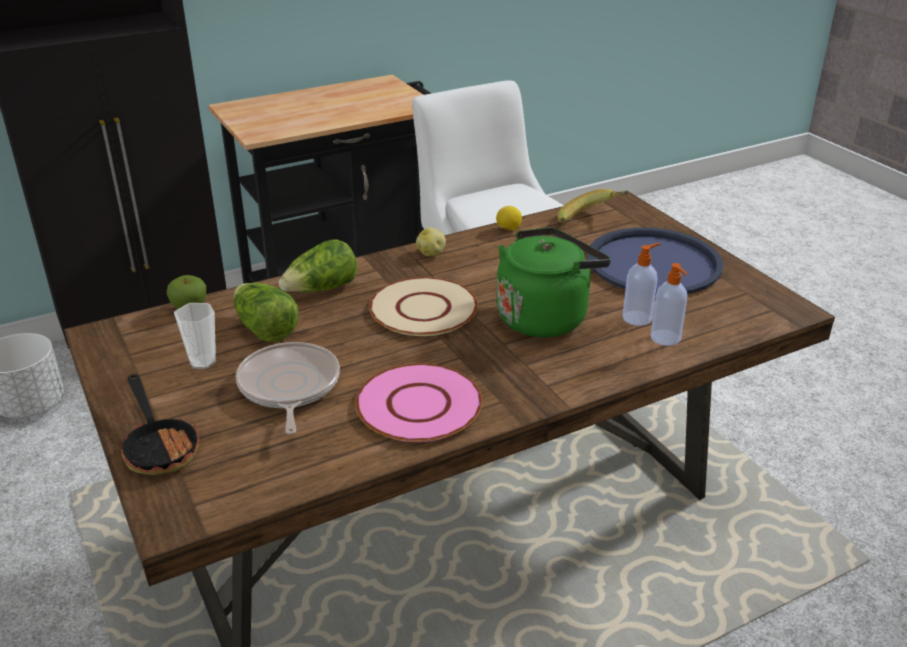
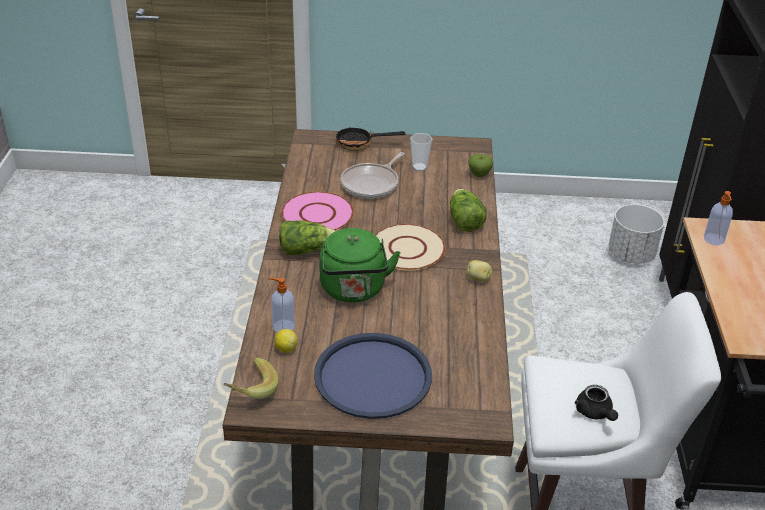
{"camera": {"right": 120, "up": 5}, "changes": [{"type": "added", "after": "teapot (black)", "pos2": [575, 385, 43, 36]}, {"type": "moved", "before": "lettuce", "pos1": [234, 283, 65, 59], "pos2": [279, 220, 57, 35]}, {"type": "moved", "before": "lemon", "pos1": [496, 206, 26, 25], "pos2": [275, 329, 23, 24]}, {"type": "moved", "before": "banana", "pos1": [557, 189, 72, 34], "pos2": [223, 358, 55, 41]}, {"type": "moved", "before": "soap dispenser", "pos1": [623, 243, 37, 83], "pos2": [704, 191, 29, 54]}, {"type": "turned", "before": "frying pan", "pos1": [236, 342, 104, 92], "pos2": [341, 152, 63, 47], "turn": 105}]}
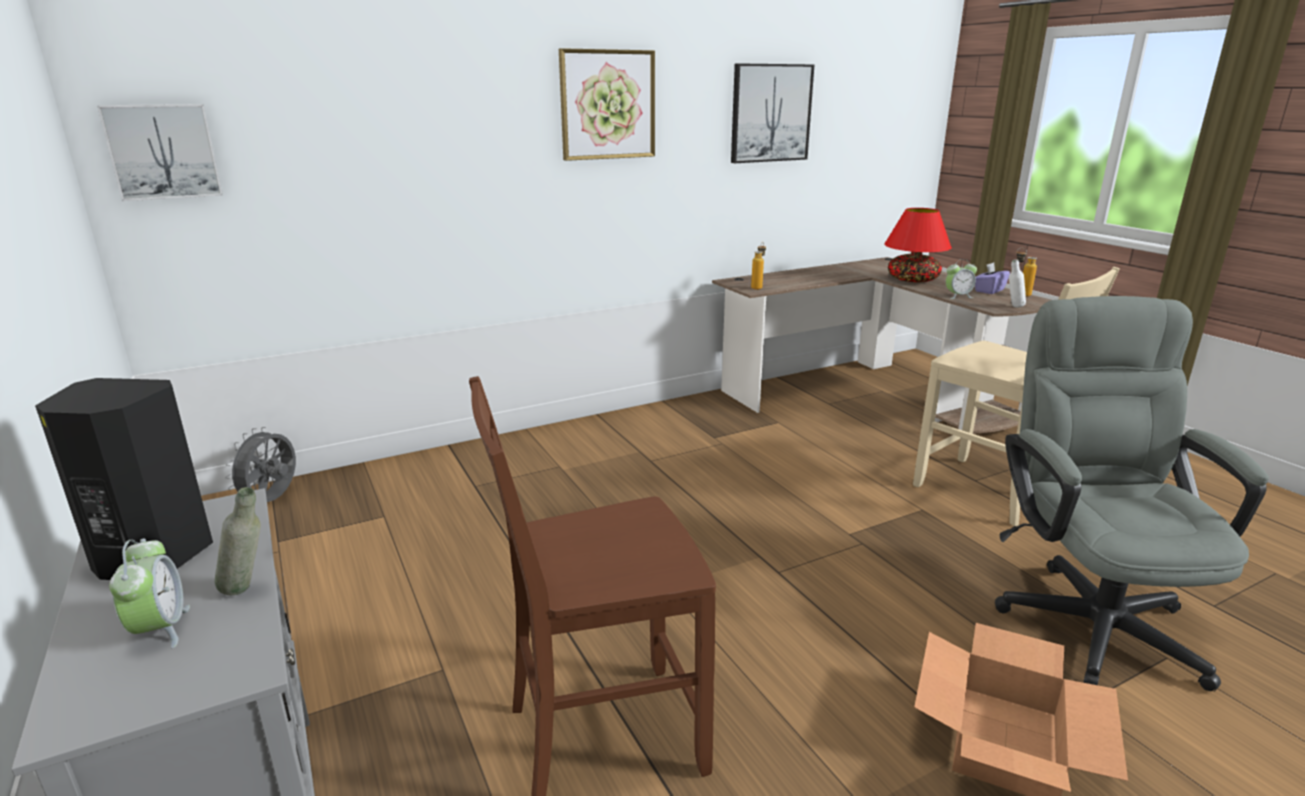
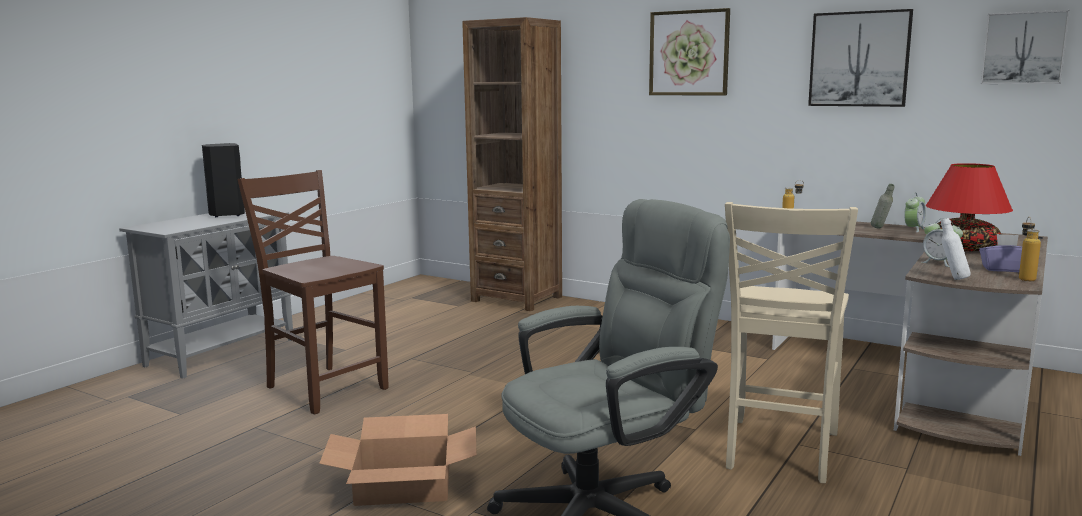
{"camera": {"right": 60, "up": -10}, "changes": [{"type": "removed", "before": "fan (grey)", "pos1": [225, 427, 71, 75]}, {"type": "added", "after": "bookcase (brown)", "pos2": [462, 17, 100, 294]}, {"type": "moved", "before": "picture", "pos1": [97, 104, 126, 97], "pos2": [981, 10, 89, 74]}, {"type": "moved", "before": "alarm clock", "pos1": [109, 539, 81, 109], "pos2": [904, 193, 22, 39]}, {"type": "moved", "before": "bottle (grey)", "pos1": [215, 487, 46, 108], "pos2": [871, 184, 23, 44]}]}
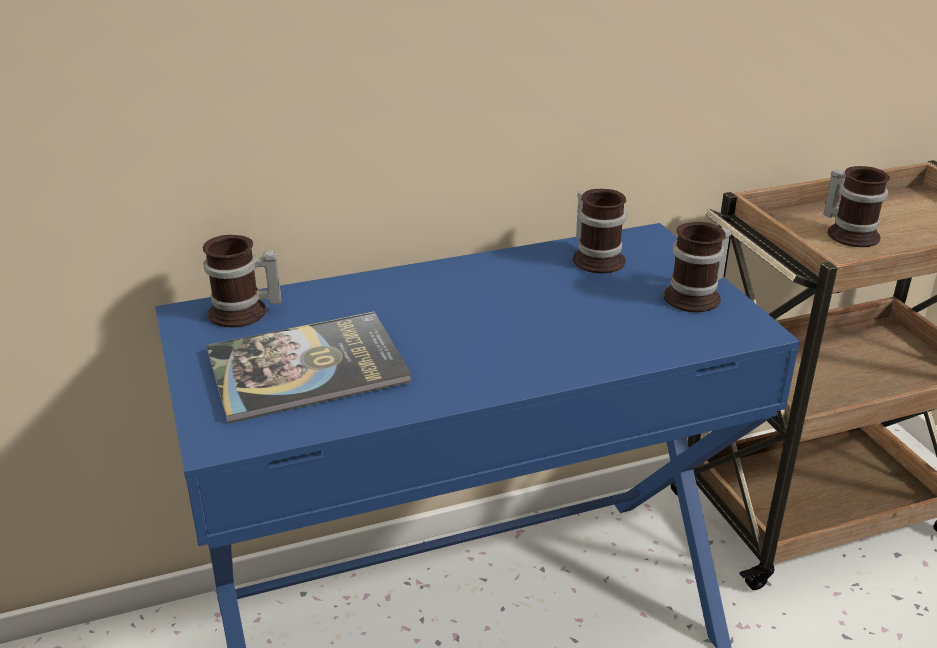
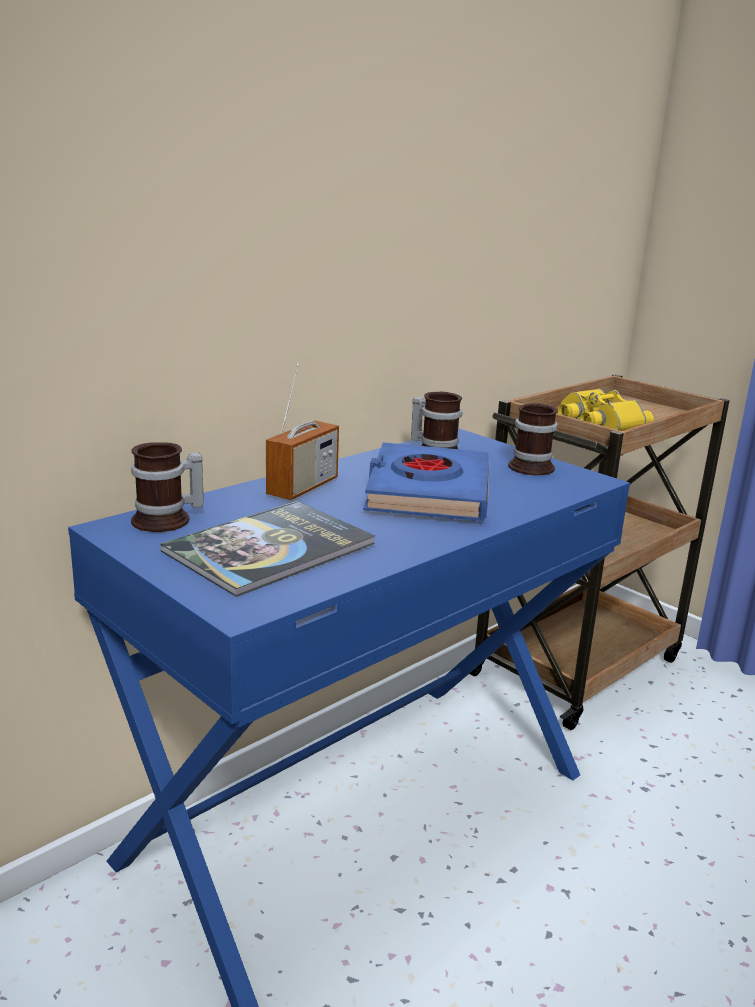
{"camera": {"right": -25, "up": -10}, "changes": [{"type": "added", "after": "radio", "pos2": [266, 363, 73, 137]}, {"type": "added", "after": "book (blue)", "pos2": [363, 442, 127, 79]}, {"type": "replaced", "before": "mug", "after": "binoculars (yellow)", "pos1": [824, 166, 66, 81], "pos2": [558, 389, 96, 42]}]}
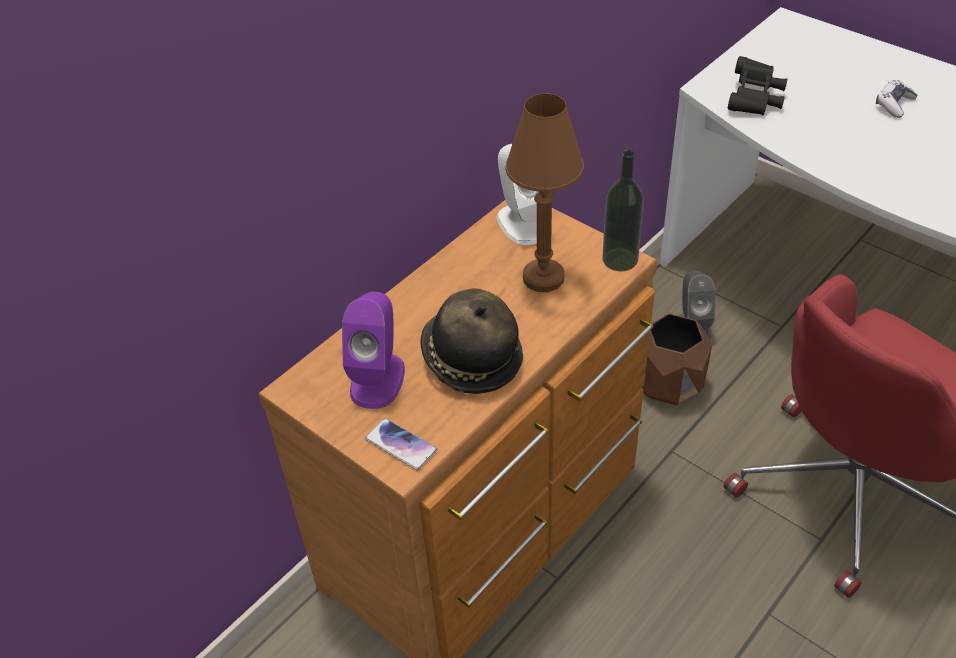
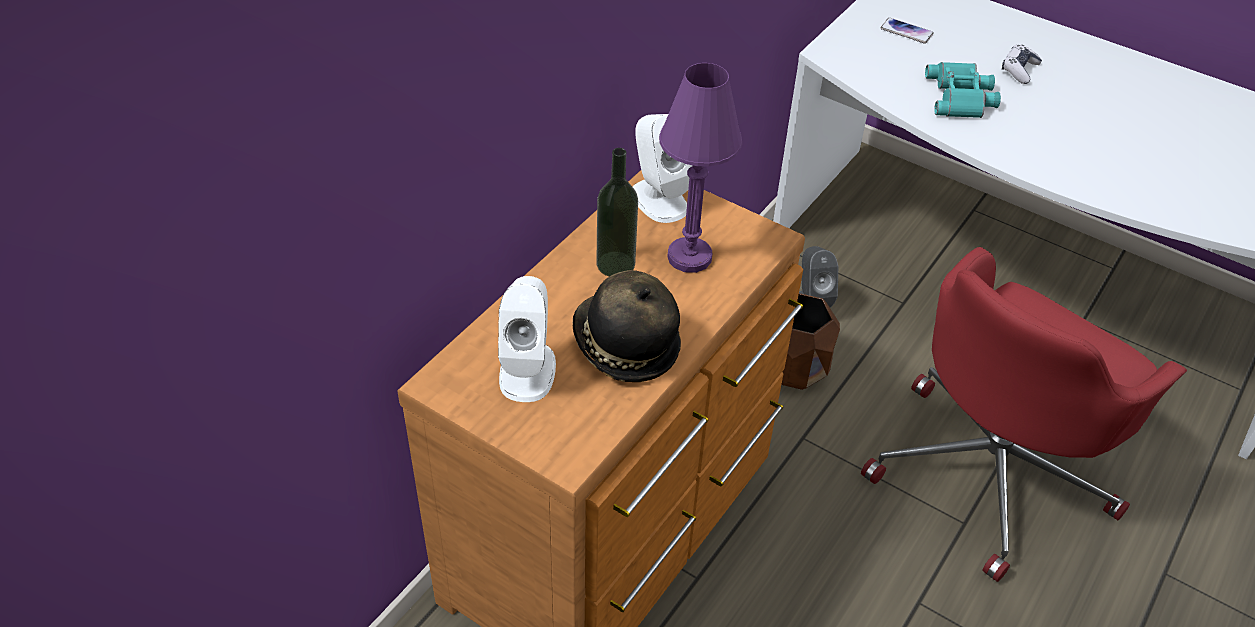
{"camera": {"right": -10, "up": 0}, "changes": [{"type": "removed", "before": "binoculars (black)", "pos1": [728, 56, 59, 59]}, {"type": "added", "after": "binoculars (turquoise)", "pos2": [925, 62, 76, 56]}, {"type": "moved", "before": "phone", "pos1": [365, 418, 72, 53], "pos2": [881, 18, 53, 26]}, {"type": "moved", "before": "bottle", "pos1": [602, 150, 42, 121], "pos2": [596, 148, 42, 129]}, {"type": "recoloured", "before": "speaker (purple)", "after": "speaker (white)", "pos1": [342, 292, 63, 117], "pos2": [498, 276, 58, 126]}, {"type": "recoloured", "before": "table lamp (brown)", "after": "table lamp (purple)", "pos1": [505, 93, 79, 199], "pos2": [659, 63, 83, 210]}]}
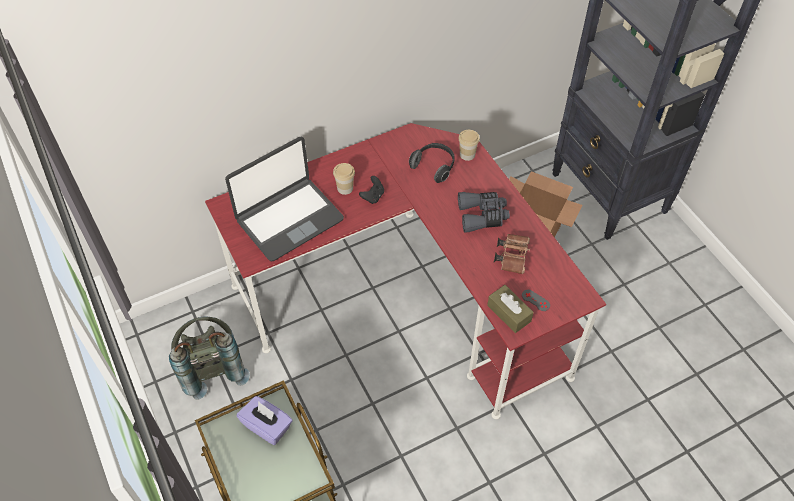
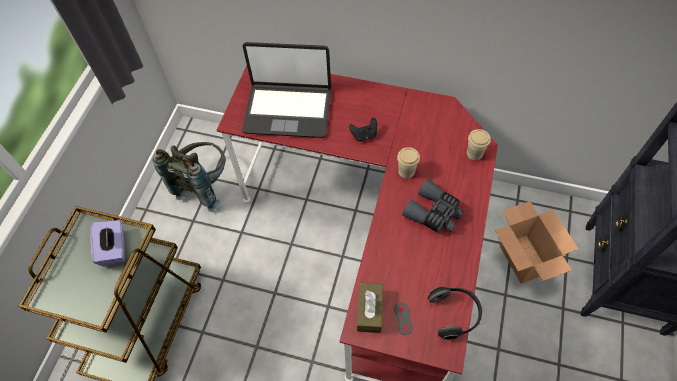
{"camera": {"right": 45, "up": 5}, "changes": [{"type": "removed", "before": "binoculars (brown)", "pos1": [494, 234, 36, 40]}, {"type": "moved", "before": "cup", "pos1": [333, 163, 22, 32], "pos2": [397, 147, 23, 32]}, {"type": "moved", "before": "headphones", "pos1": [409, 143, 46, 40], "pos2": [428, 286, 54, 54]}]}
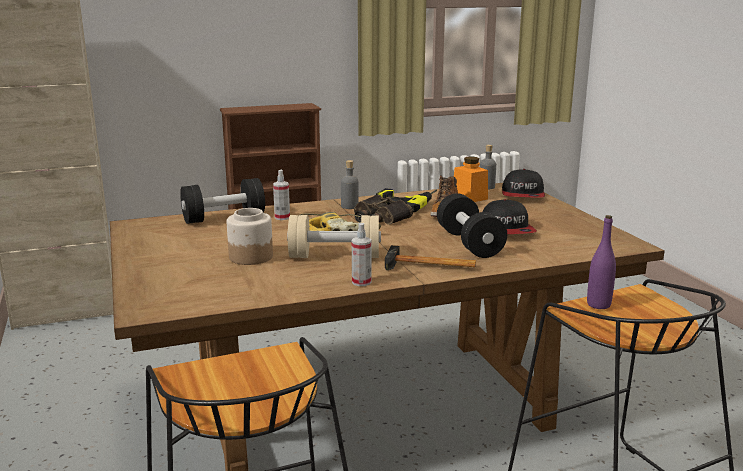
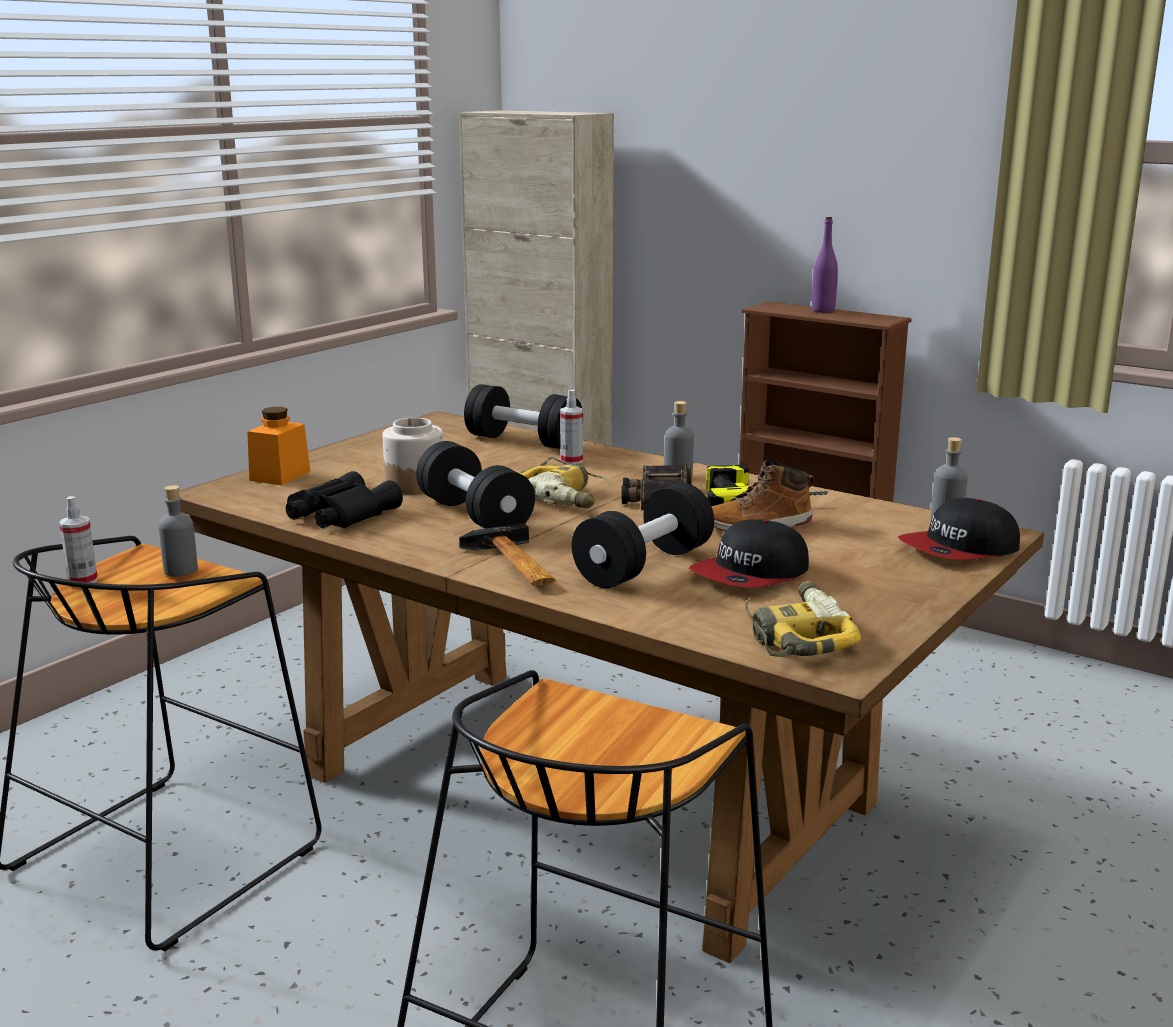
{"camera": {"right": 55, "up": 0}, "changes": [{"type": "added", "after": "bottle (grey)", "pos2": [158, 485, 40, 92]}, {"type": "added", "after": "binoculars (black)", "pos2": [286, 471, 117, 57]}, {"type": "added", "after": "power drill", "pos2": [745, 581, 116, 76]}, {"type": "moved", "before": "spray bottle", "pos1": [352, 223, 19, 63], "pos2": [59, 496, 39, 87]}, {"type": "moved", "before": "jar (orange)", "pos1": [454, 157, 34, 45], "pos2": [247, 407, 63, 78]}, {"type": "moved", "before": "bottle (purple)", "pos1": [587, 215, 29, 94], "pos2": [812, 217, 26, 96]}, {"type": "recoloured", "before": "dumbbell (beige)", "after": "dumbbell (black)", "pos1": [287, 215, 94, 43], "pos2": [416, 441, 119, 88]}]}
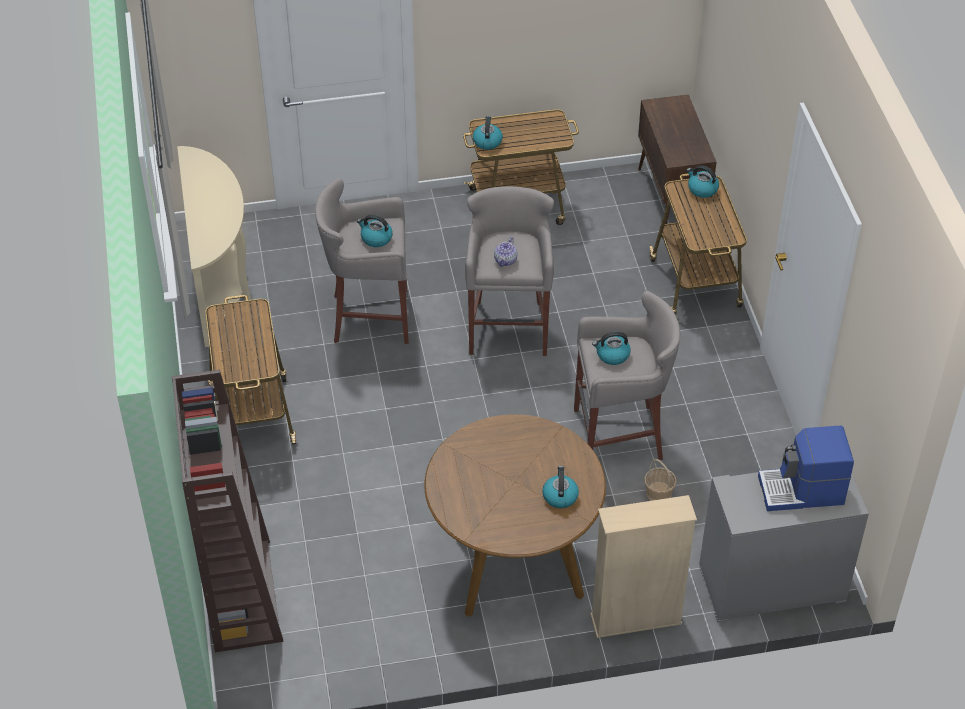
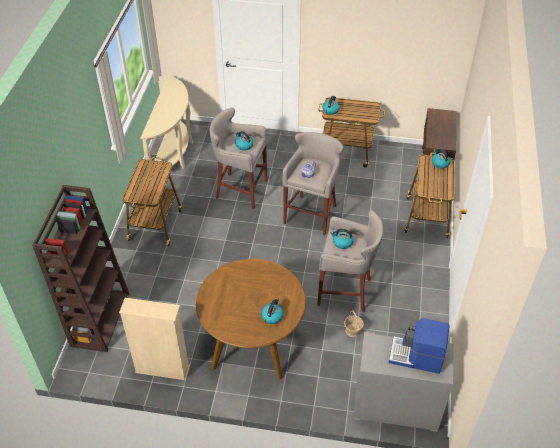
{"camera": {"right": 20, "up": 0}, "changes": [{"type": "moved", "before": "bookcase (beige)", "pos1": [590, 495, 107, 143], "pos2": [119, 298, 71, 82]}]}
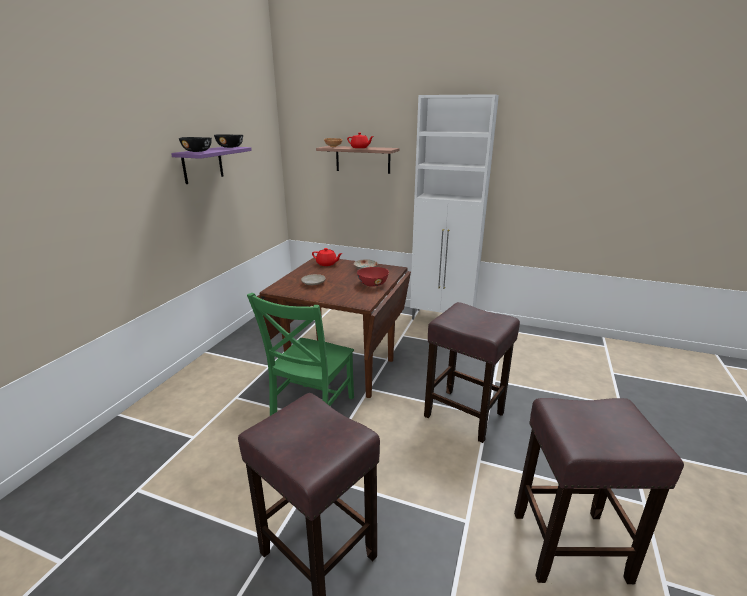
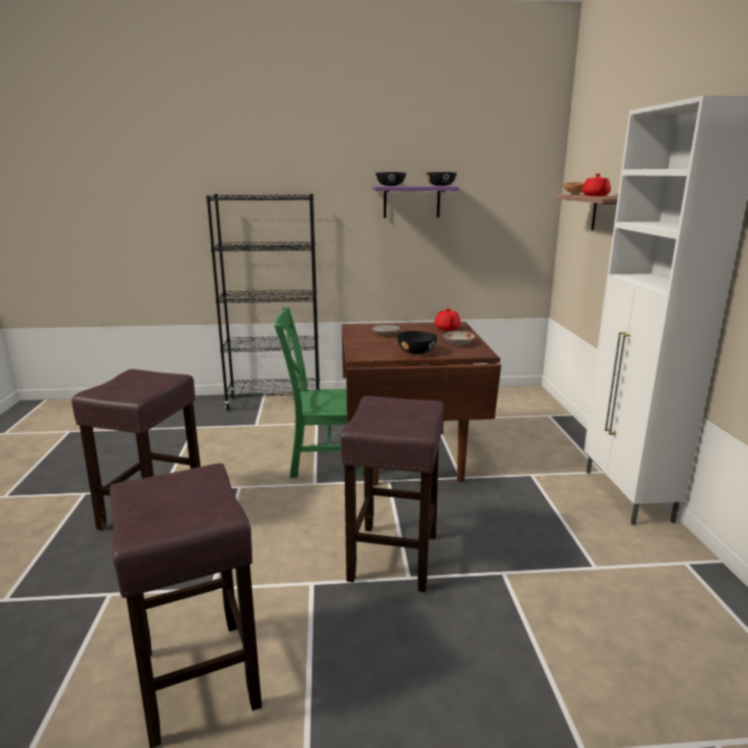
{"camera": {"right": 65, "up": -5}, "changes": [{"type": "added", "after": "bookcase (black)", "pos2": [206, 194, 115, 216]}, {"type": "recoloured", "before": "bowl (red)", "after": "bowl (black)", "pos1": [357, 267, 32, 20], "pos2": [397, 331, 40, 23]}]}
